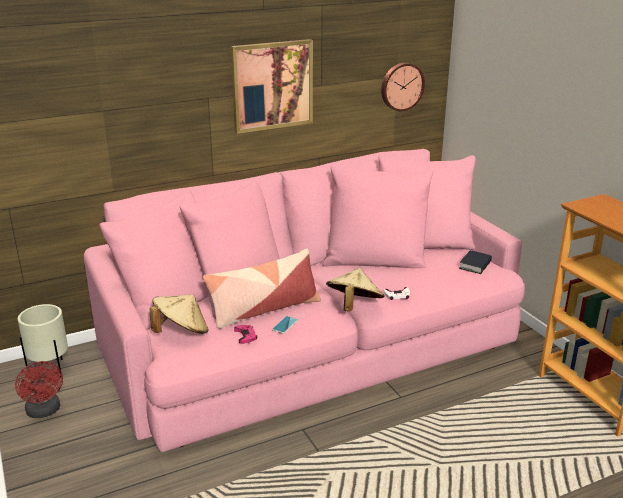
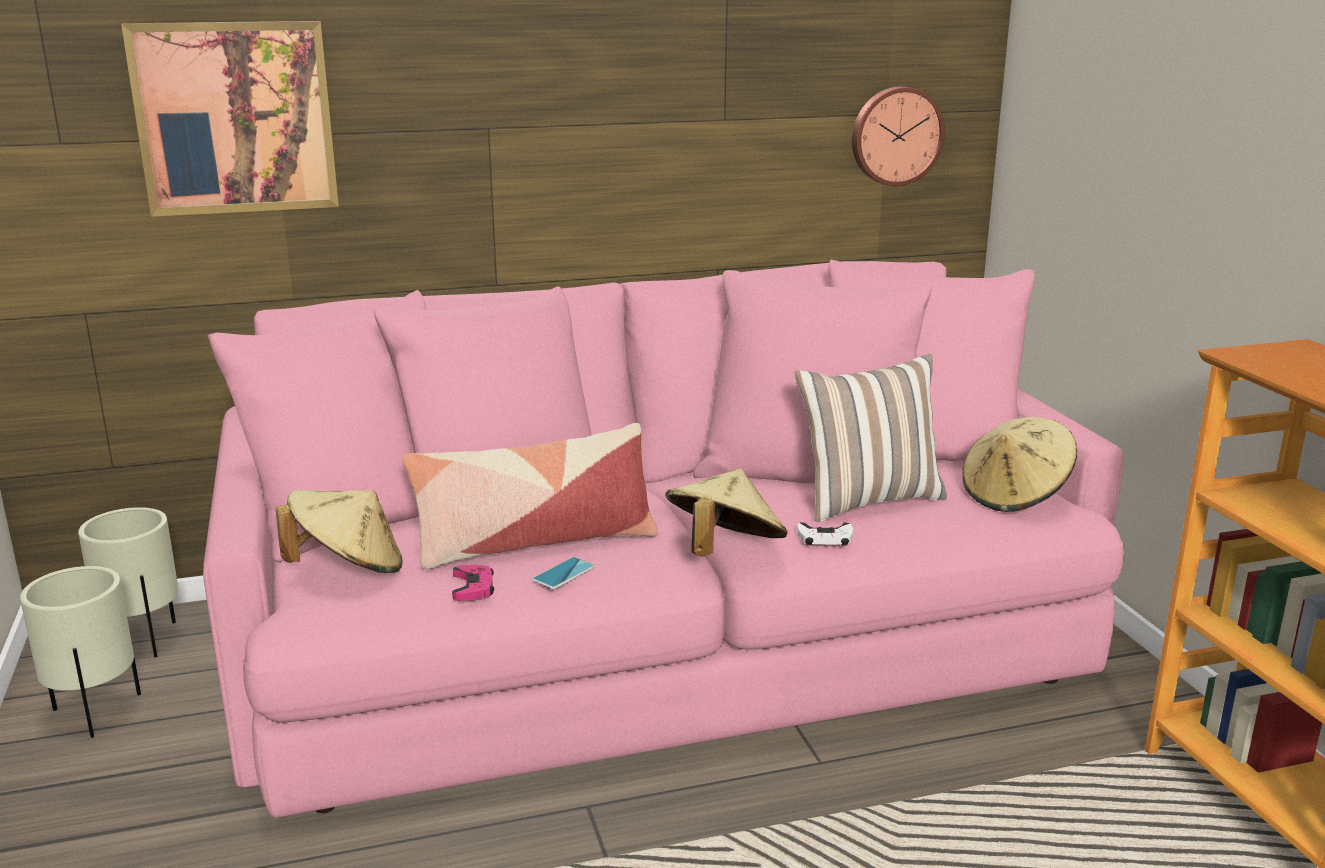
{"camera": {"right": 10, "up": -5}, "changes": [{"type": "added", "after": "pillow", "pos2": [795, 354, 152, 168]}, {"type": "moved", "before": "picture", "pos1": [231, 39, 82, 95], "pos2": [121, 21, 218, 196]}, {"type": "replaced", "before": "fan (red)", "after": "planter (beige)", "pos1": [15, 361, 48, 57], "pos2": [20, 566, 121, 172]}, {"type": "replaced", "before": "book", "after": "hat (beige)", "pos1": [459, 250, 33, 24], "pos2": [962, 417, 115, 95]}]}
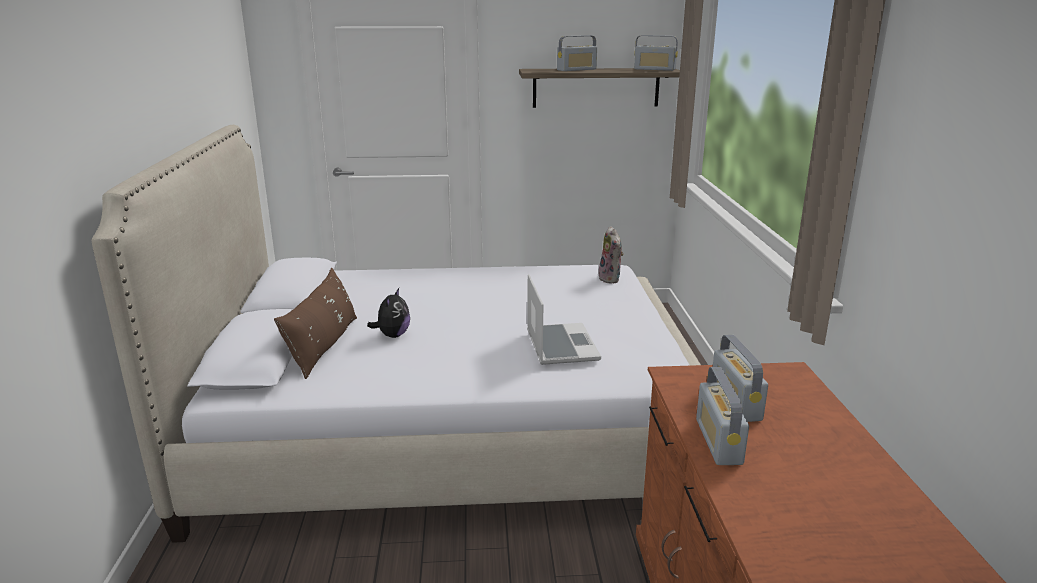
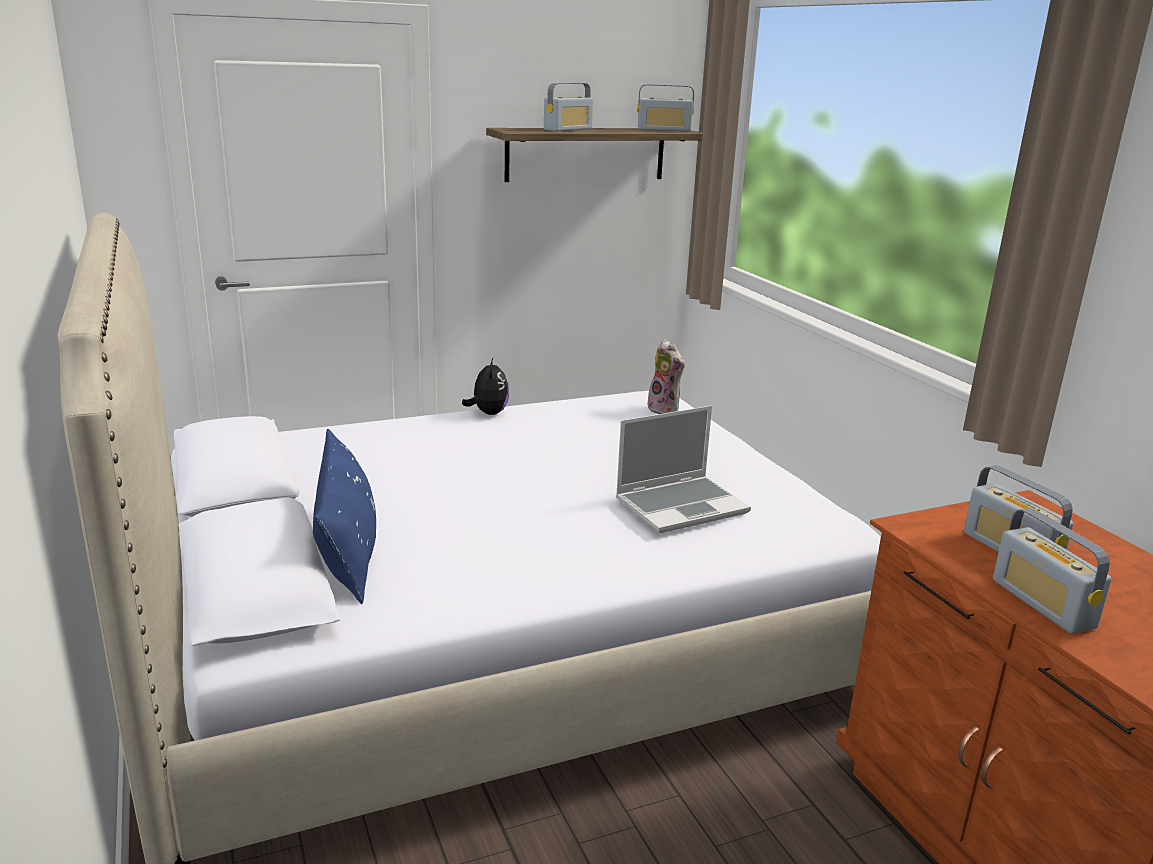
{"camera": {"right": -20, "up": 0}, "changes": [{"type": "moved", "before": "plush toy", "pos1": [367, 288, 43, 50], "pos2": [462, 358, 47, 57]}, {"type": "recoloured", "before": "pillow (brown)", "after": "pillow (blue)", "pos1": [274, 268, 83, 111], "pos2": [313, 429, 63, 175]}, {"type": "turned", "before": "laptop", "pos1": [527, 274, 74, 91], "pos2": [616, 406, 135, 127], "turn": 90}]}
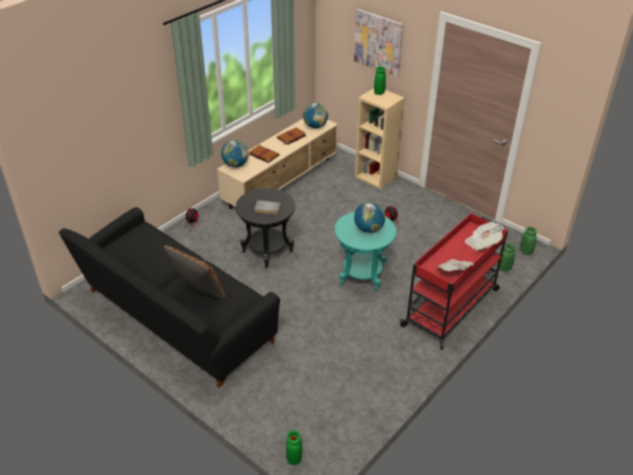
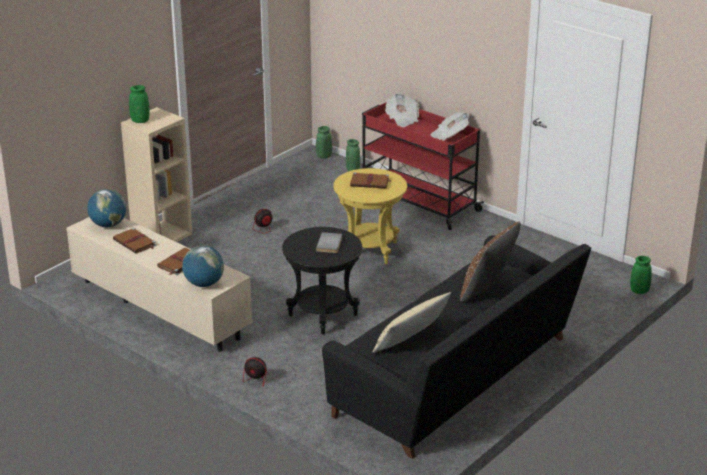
{"camera": {"right": -90, "up": -10}, "changes": [{"type": "removed", "before": "picture", "pos1": [354, 9, 49, 68]}, {"type": "added", "after": "pillow (beige)", "pos2": [372, 292, 79, 61]}, {"type": "replaced", "before": "globe", "after": "book (brown)", "pos1": [354, 201, 31, 32], "pos2": [350, 172, 41, 17]}, {"type": "recoloured", "before": "side table (turquoise)", "after": "side table (yellow)", "pos1": [334, 212, 63, 80], "pos2": [333, 168, 74, 96]}]}
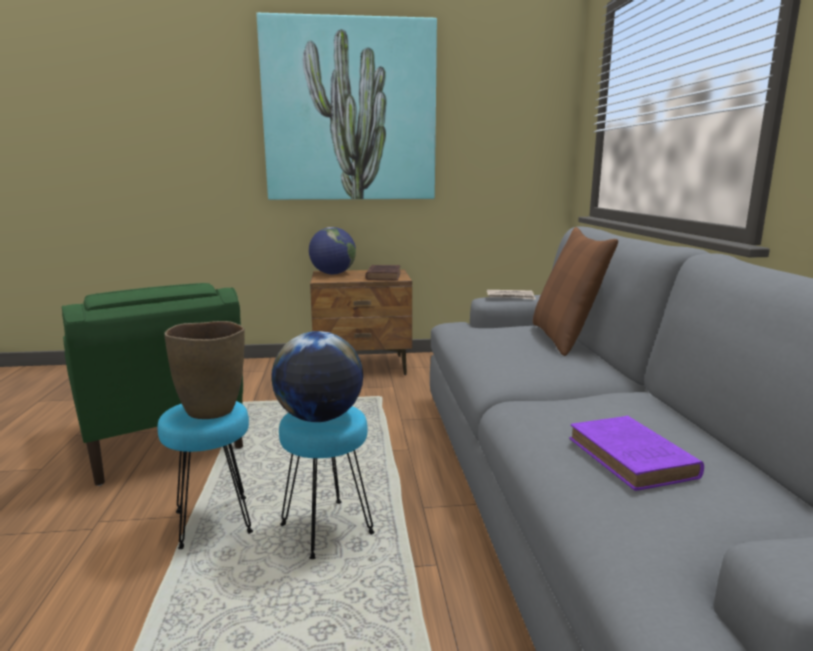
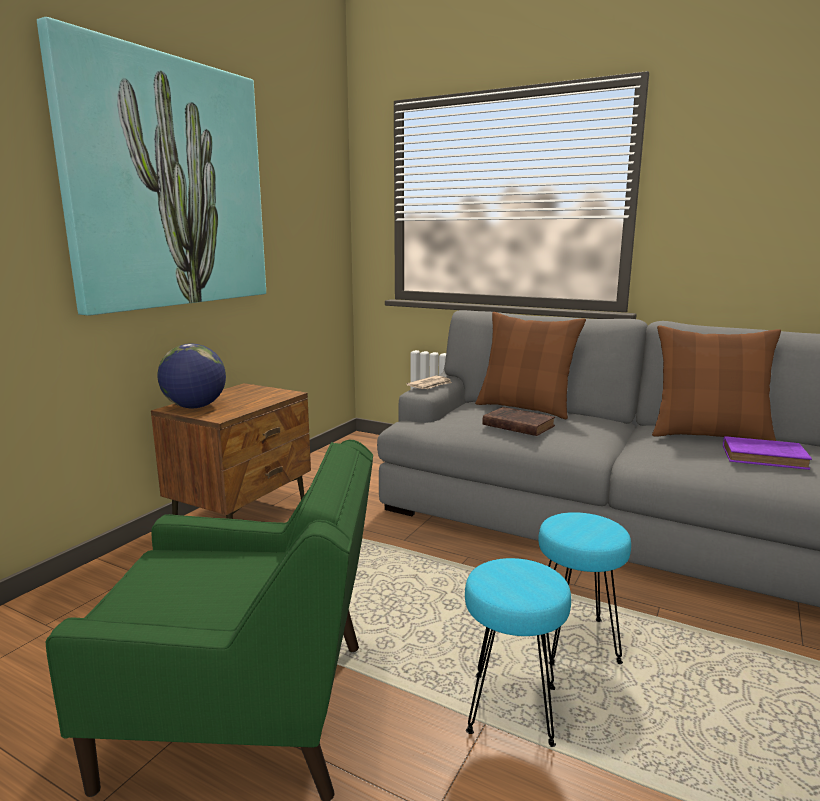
{"camera": {"right": -55, "up": 0}, "changes": [{"type": "removed", "before": "vase (brown)", "pos1": [164, 321, 81, 98]}, {"type": "removed", "before": "globe", "pos1": [271, 331, 92, 91]}, {"type": "added", "after": "pillow (brown)", "pos2": [652, 325, 129, 116]}, {"type": "moved", "before": "book (brown)", "pos1": [365, 265, 36, 15], "pos2": [482, 407, 73, 29]}]}
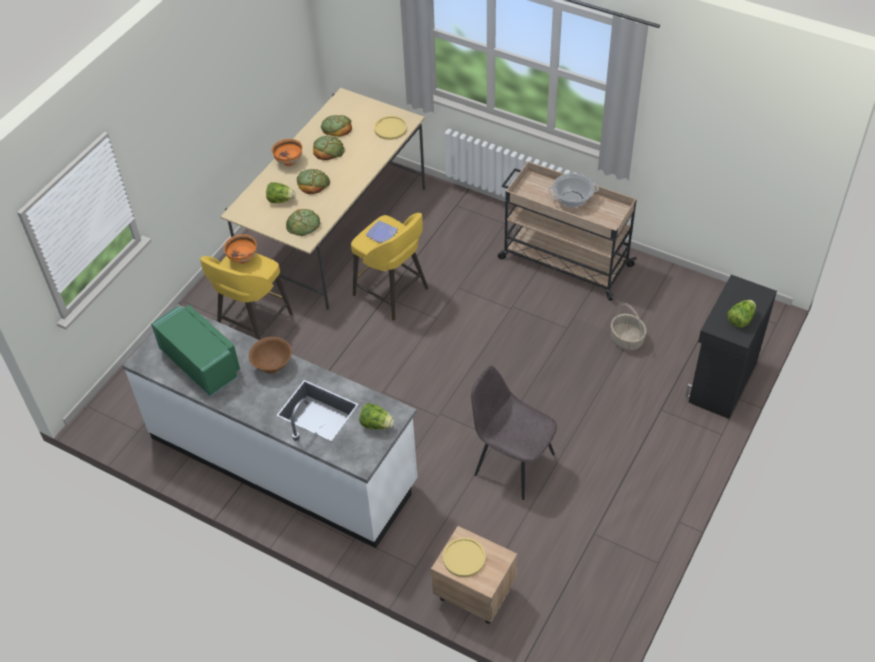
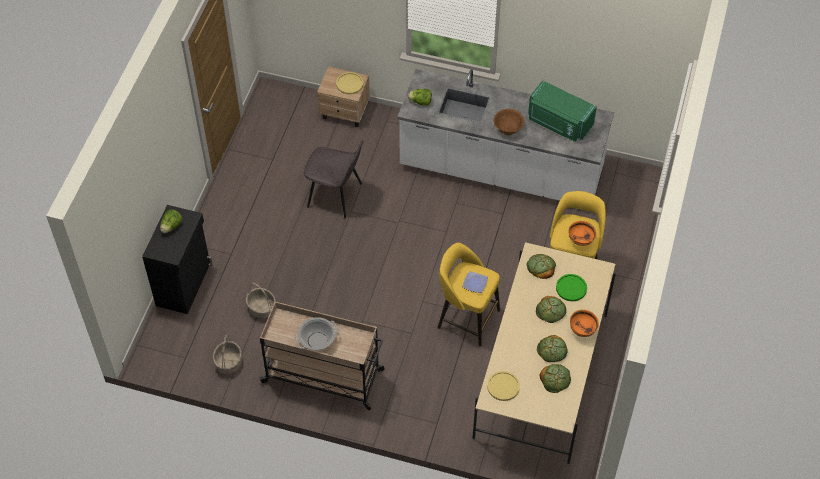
{"camera": {"right": 165, "up": 5}, "changes": [{"type": "added", "after": "basket", "pos2": [213, 334, 29, 40]}, {"type": "replaced", "before": "lettuce", "after": "plate (green)", "pos1": [266, 182, 30, 21], "pos2": [556, 274, 31, 27]}]}
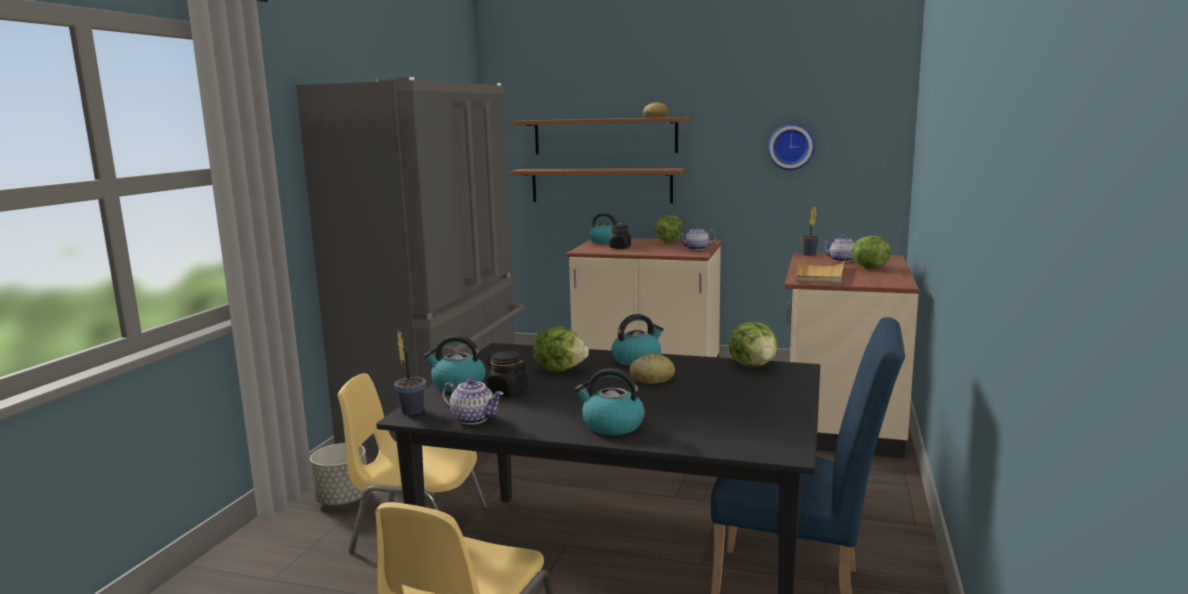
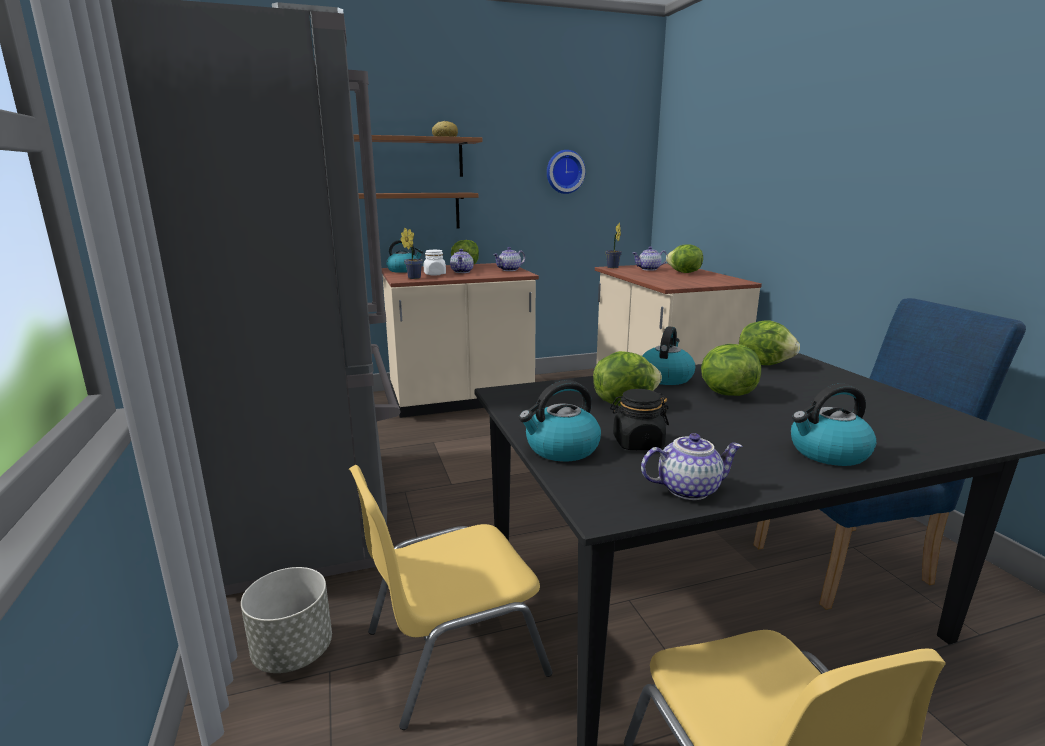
{"camera": {"right": -35, "up": 5}, "changes": [{"type": "removed", "before": "tray (beige)", "pos1": [797, 258, 48, 26]}, {"type": "added", "after": "teapot", "pos2": [450, 249, 24, 24]}, {"type": "moved", "before": "potted plant", "pos1": [394, 330, 32, 85], "pos2": [400, 228, 23, 51]}, {"type": "replaced", "before": "bread", "after": "lettuce", "pos1": [629, 354, 46, 30], "pos2": [701, 344, 60, 52]}, {"type": "recoloured", "before": "jar (black)", "after": "jar (white)", "pos1": [609, 224, 22, 25], "pos2": [424, 250, 22, 25]}]}
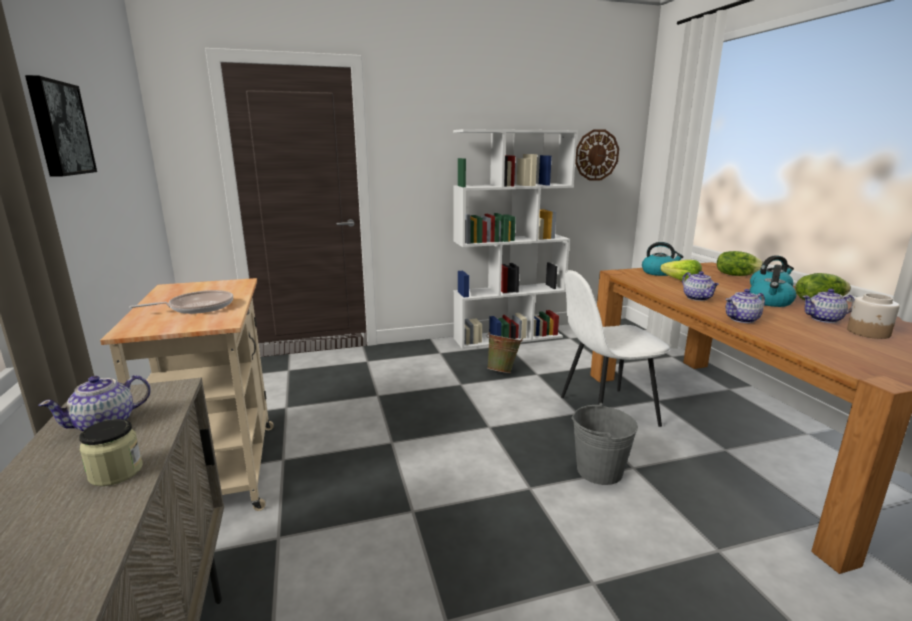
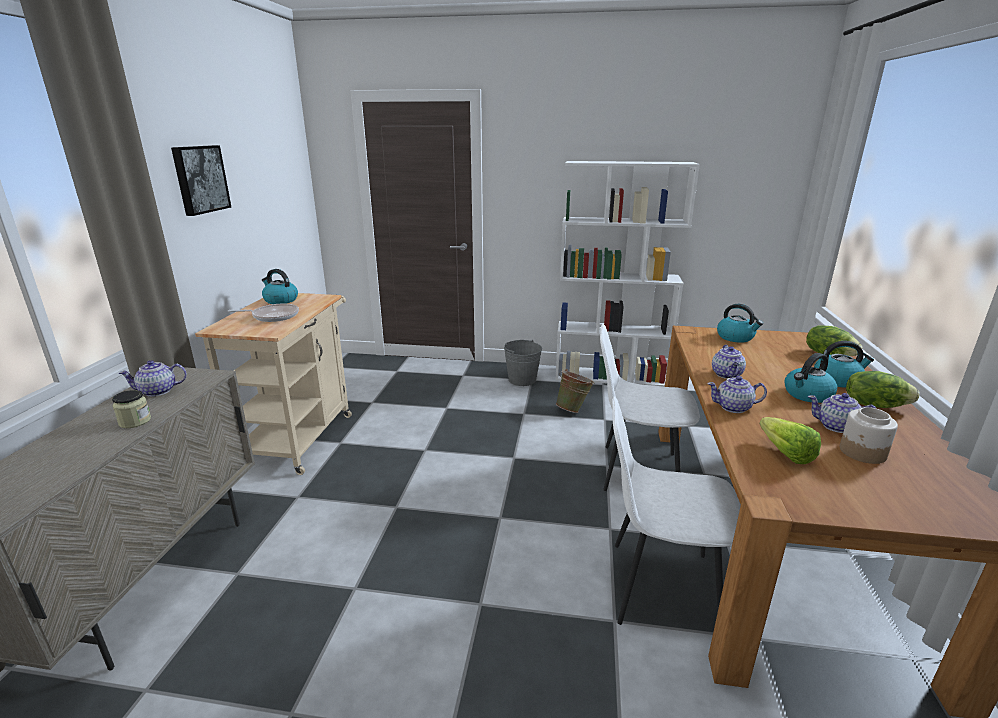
{"camera": {"right": 25, "up": 5}, "changes": [{"type": "removed", "before": "wall clock", "pos1": [575, 129, 44, 52]}, {"type": "added", "after": "kettle", "pos2": [262, 269, 36, 35]}, {"type": "added", "after": "chair (white)", "pos2": [612, 397, 129, 228]}, {"type": "moved", "before": "bucket (grey)", "pos1": [571, 403, 67, 82], "pos2": [504, 340, 38, 46]}, {"type": "moved", "before": "lettuce", "pos1": [660, 260, 42, 21], "pos2": [760, 417, 61, 47]}]}
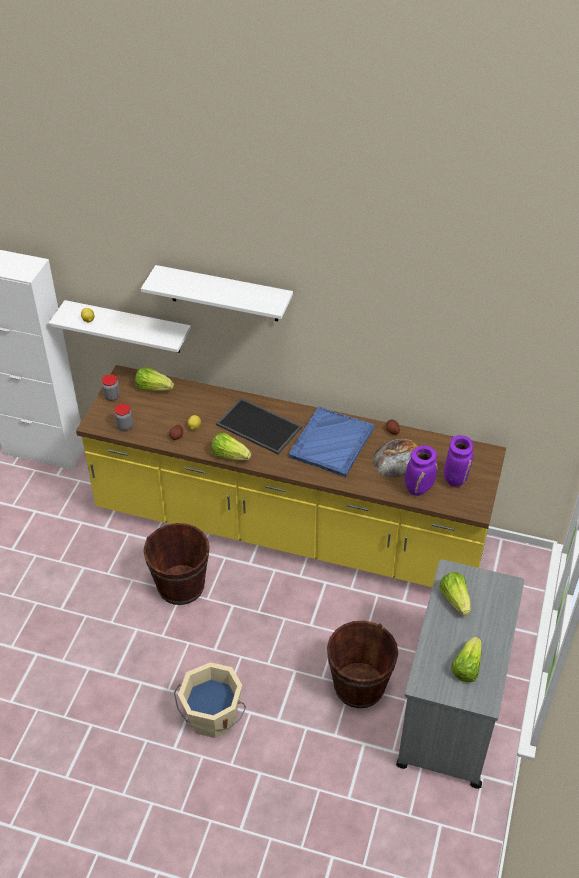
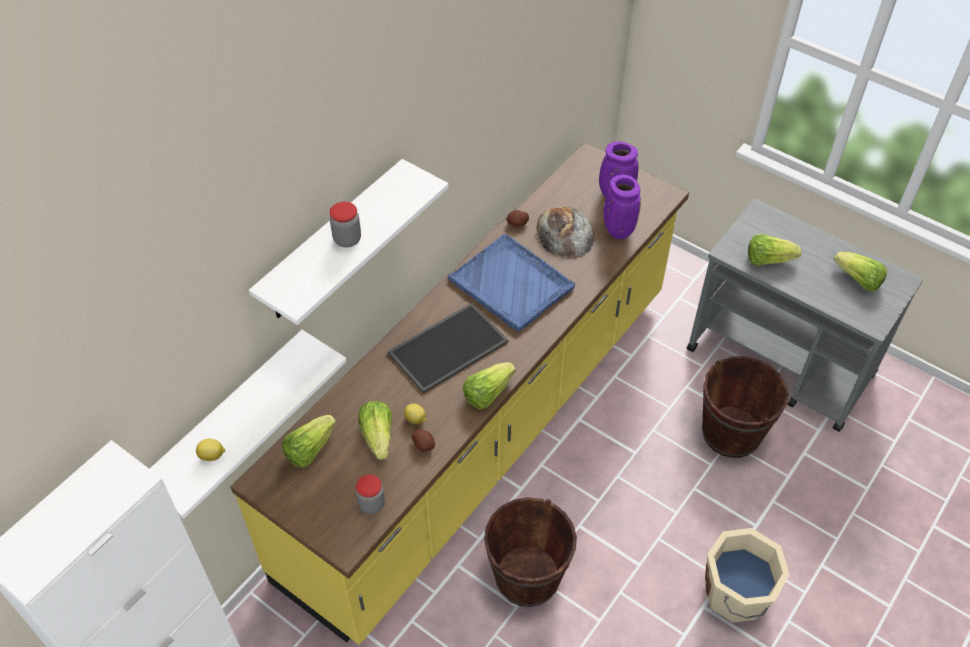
{"camera": {"right": -70, "up": 5}, "changes": [{"type": "added", "after": "lettuce", "pos2": [358, 401, 34, 59]}, {"type": "moved", "before": "jar", "pos1": [101, 374, 19, 27], "pos2": [330, 202, 31, 46]}]}
